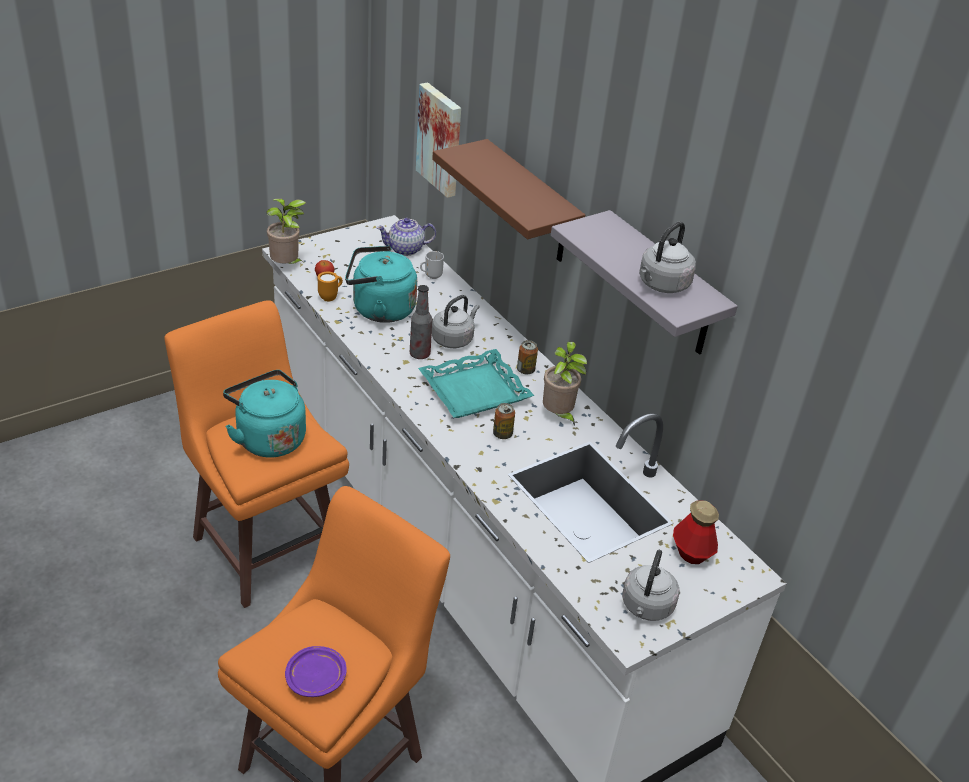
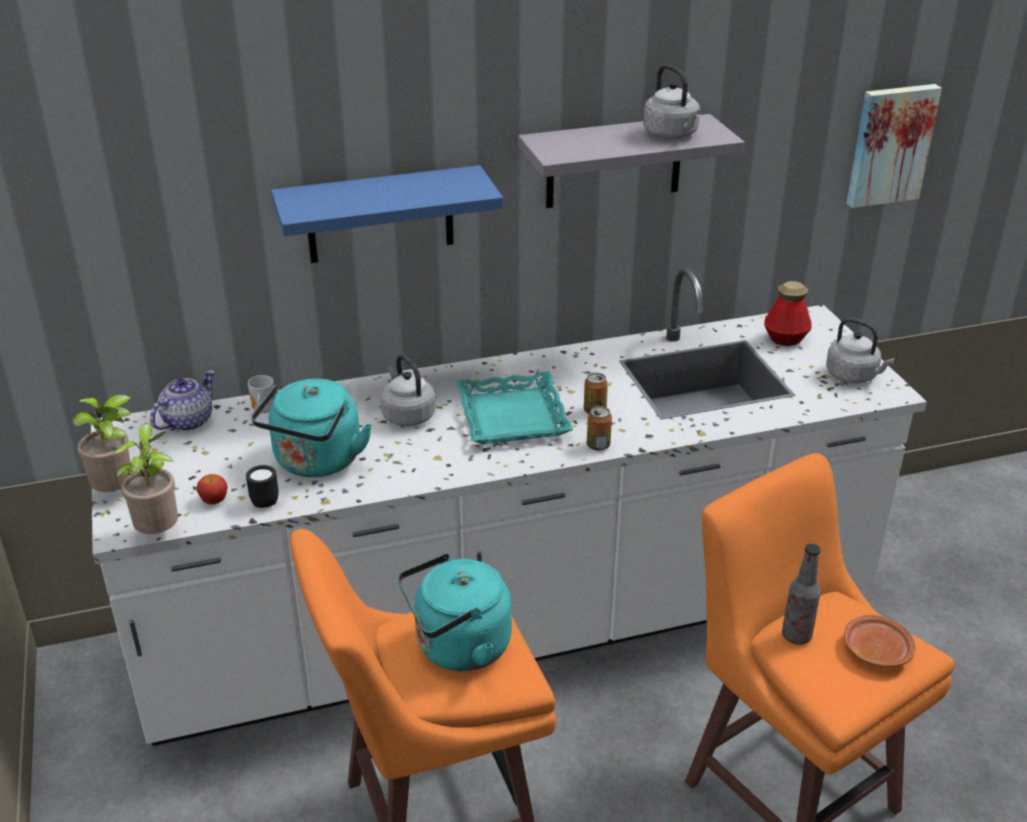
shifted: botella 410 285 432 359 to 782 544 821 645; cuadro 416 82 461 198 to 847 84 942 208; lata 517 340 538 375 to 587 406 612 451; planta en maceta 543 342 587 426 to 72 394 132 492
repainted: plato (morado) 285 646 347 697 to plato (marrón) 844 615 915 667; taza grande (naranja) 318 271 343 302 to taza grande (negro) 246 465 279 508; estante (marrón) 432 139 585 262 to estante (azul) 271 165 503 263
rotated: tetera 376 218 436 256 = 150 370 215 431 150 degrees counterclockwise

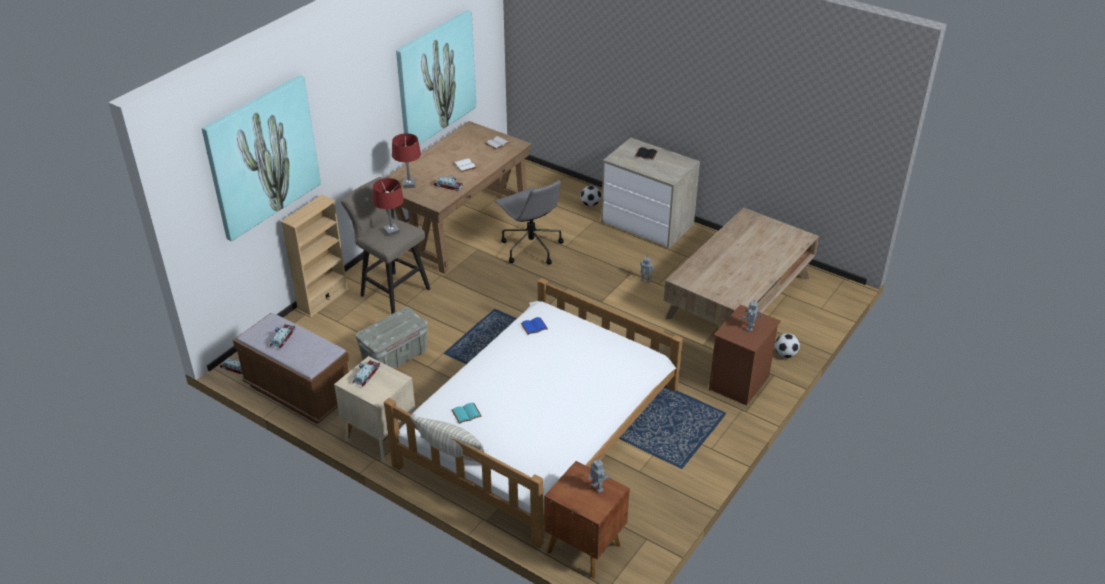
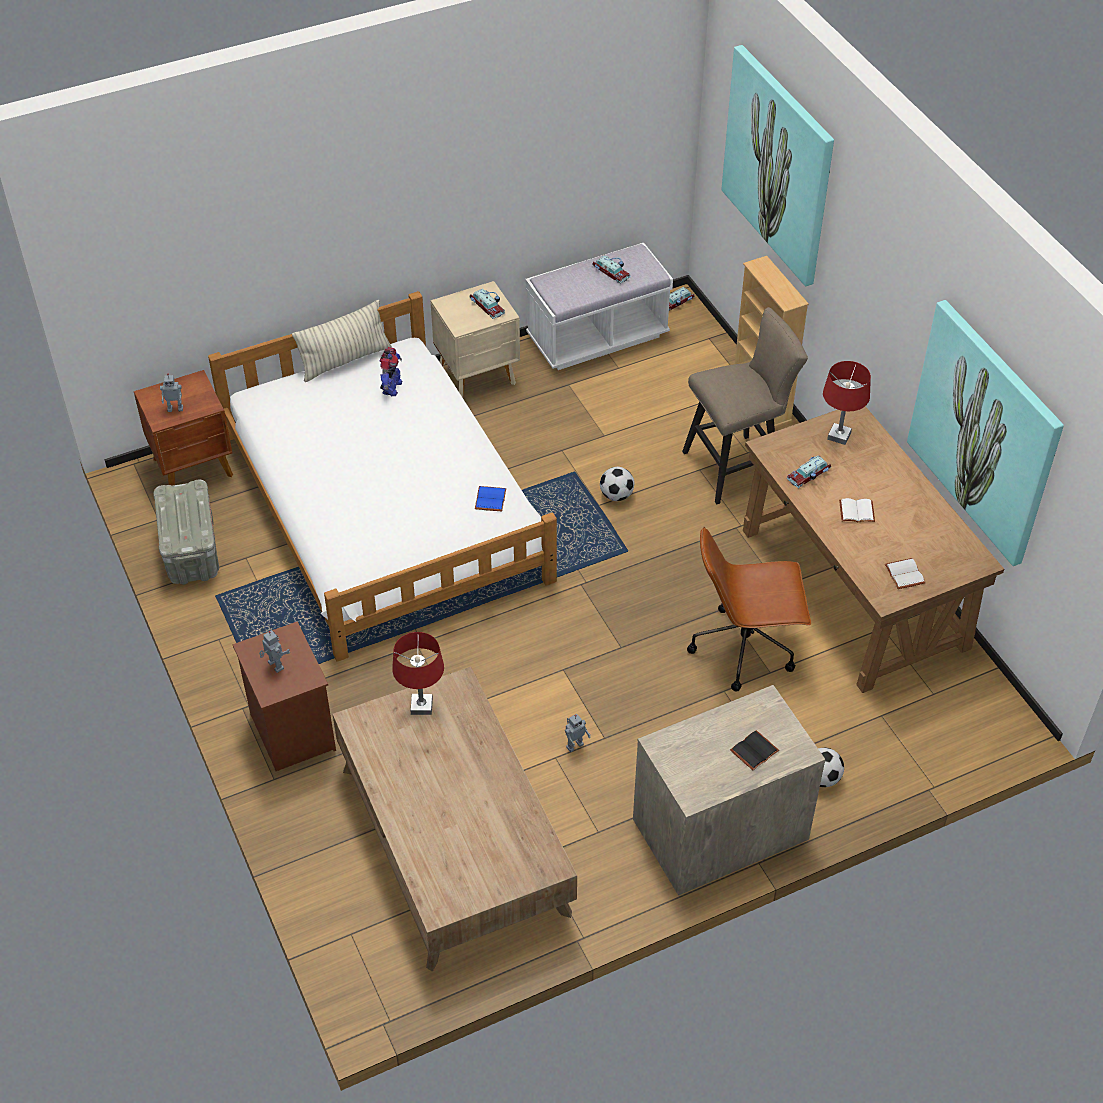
shifted: caja de almacenaje (gris) 356 307 428 368 to 153 480 219 585; lámpara de mesa (rojo) 373 178 404 236 to 392 632 444 715; balón de fútbol 775 333 800 358 to 600 467 634 501
swapped: libro (turquesa) 452 403 482 424 to robot de juguete 379 347 402 396
repainted: banco (marrón) 233 313 349 424 to banco (blanco) 525 243 673 370; silla de oficina (gris) 494 180 564 265 to silla de oficina (marrón) 687 527 811 691

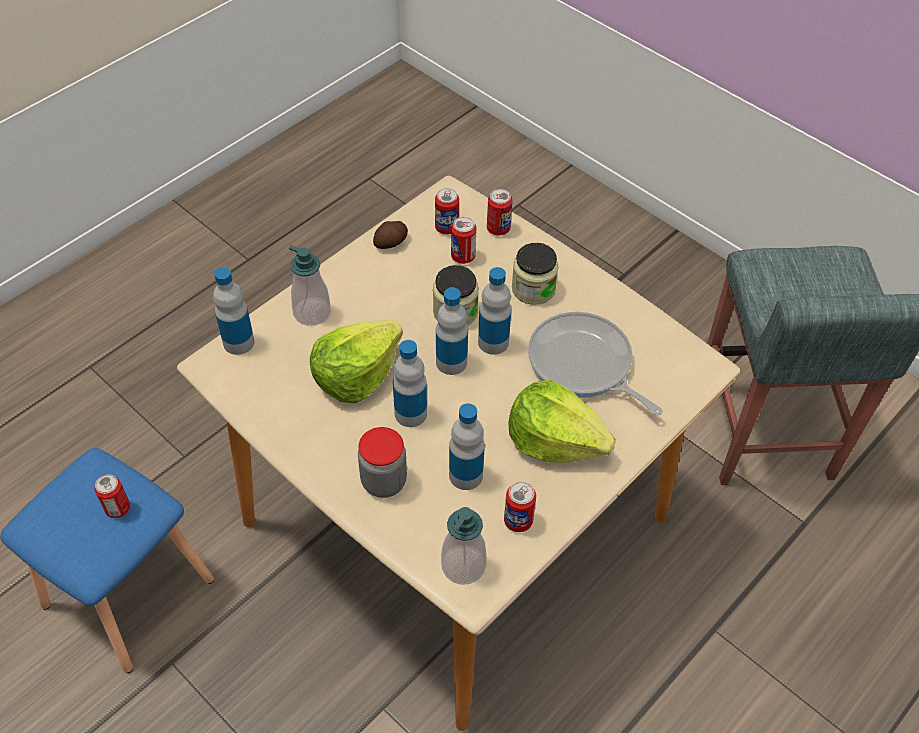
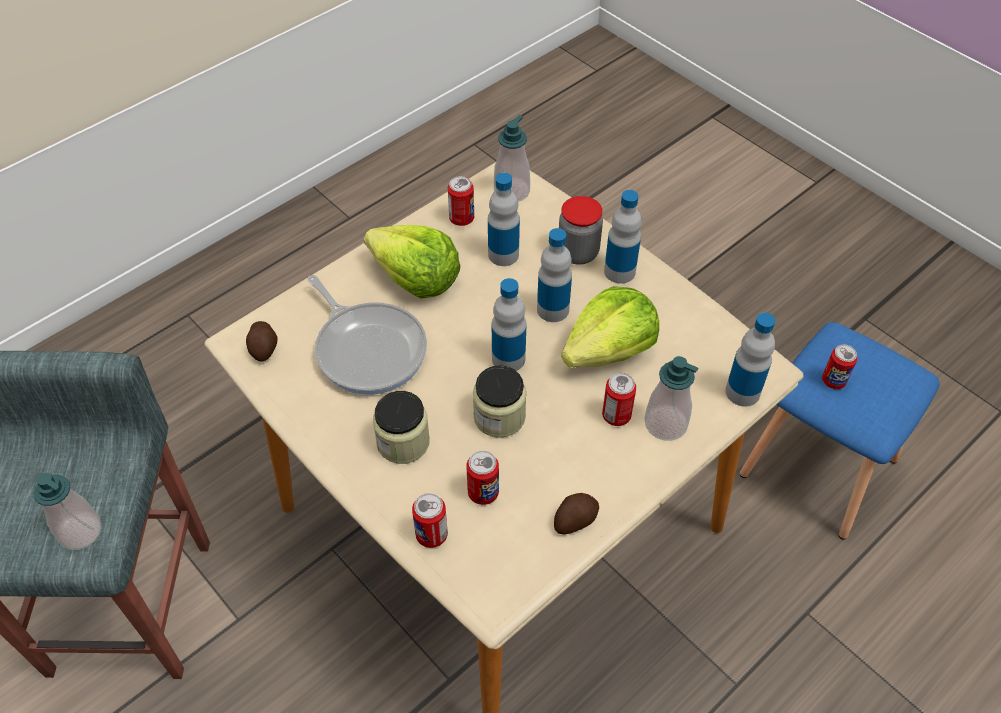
new: dispensador de jabón 34 473 102 550; patata 246 321 277 362
shifted: lata 435 188 459 235 to 602 373 636 426; botella 478 267 511 355 to 604 190 642 284

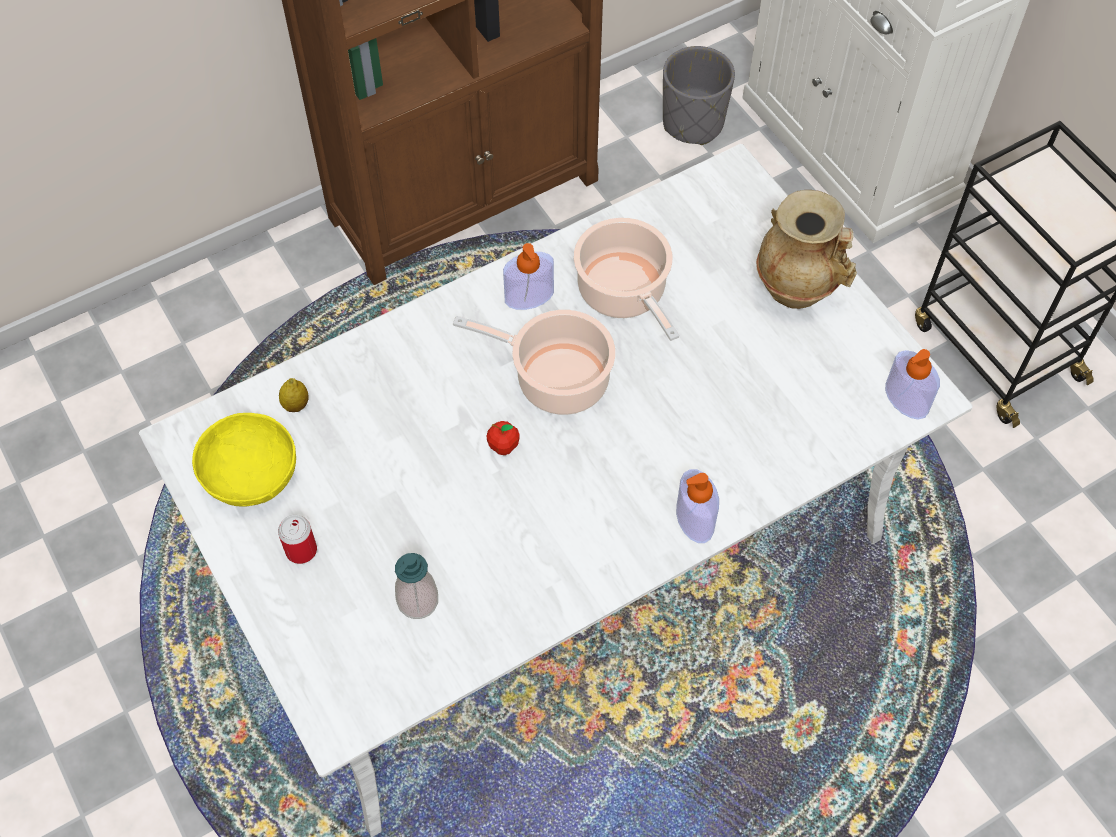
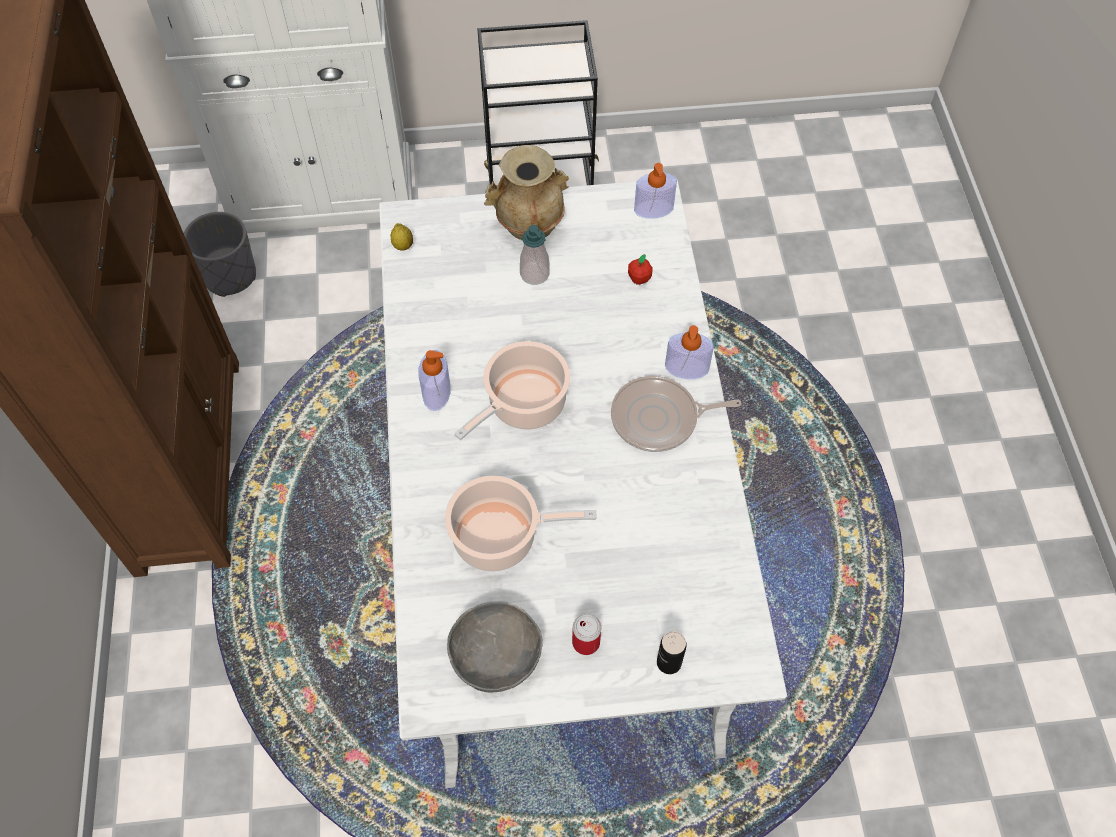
new: sartén 611 376 742 452; lata 657 631 687 674
shifted: limón 279 378 309 412 to 391 223 413 250; dispensador de jabón 395 553 438 619 to 520 225 550 285; manzana 486 421 520 455 to 628 254 653 285; olla 574 218 679 341 to 445 475 596 572
repainted: cuenco (amarillo) 192 413 296 507 to cuenco (gris) 447 601 543 693

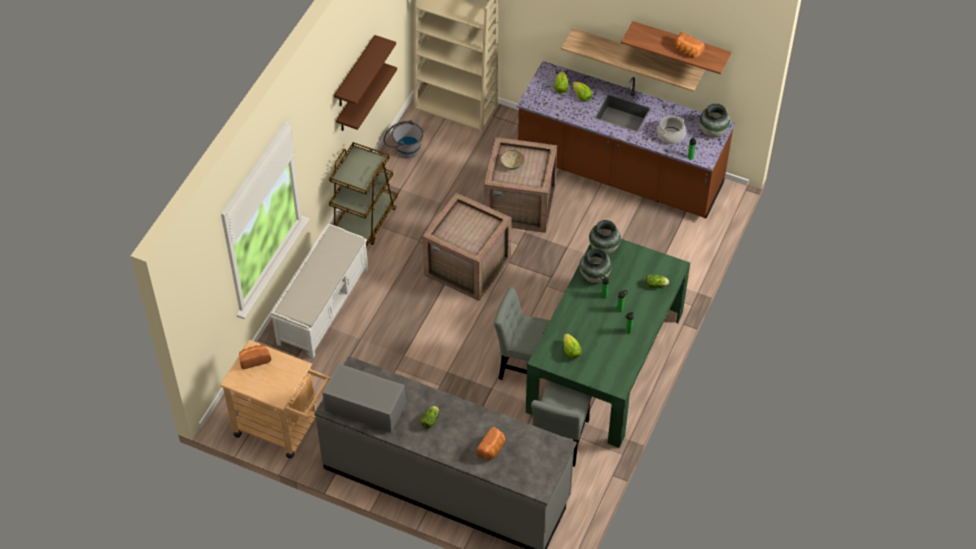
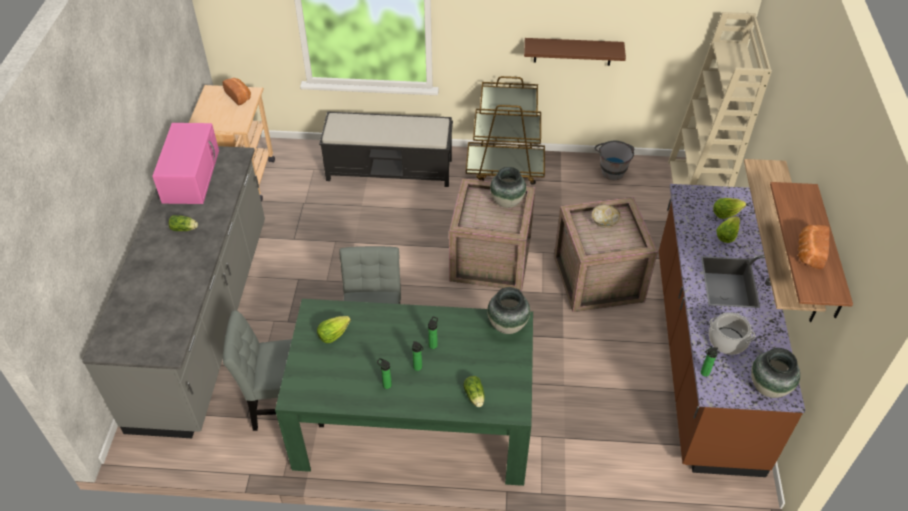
gone: estante (marrón) 334 35 396 106; pan 476 427 505 460
shifted: florero 579 248 612 283 to 490 167 526 208
repainted: banco (blanco) 270 224 368 358 to banco (negro) 319 111 453 187; microondas (gris) 322 364 406 433 to microondas (rosa) 152 123 219 204

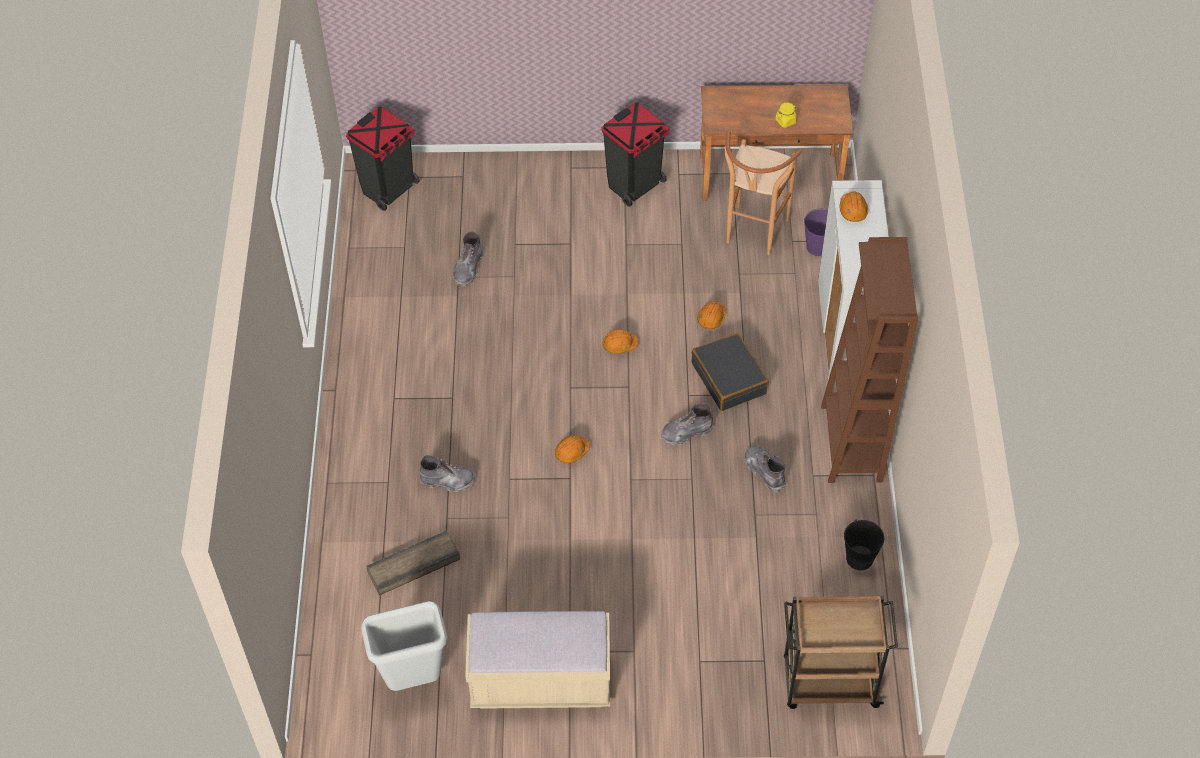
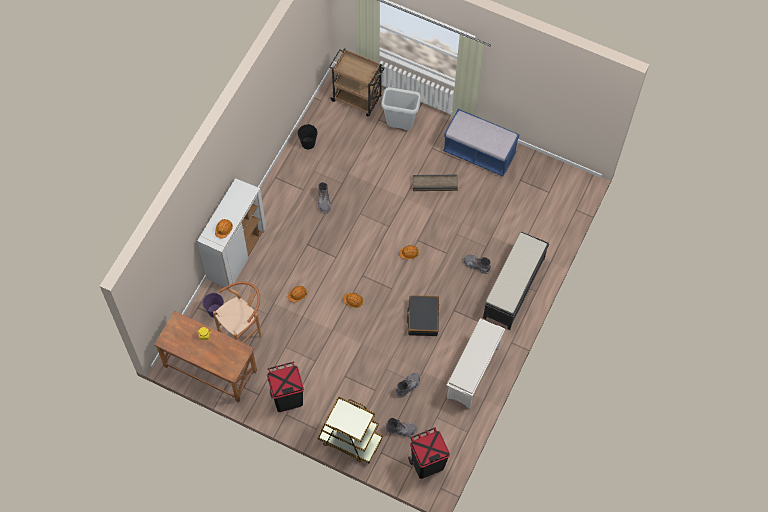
gone: estantería (marrón) 821 237 918 483
new: carrito (marrón) 318 396 383 464; zapatero (blanco) 446 318 505 409; banco (negro) 483 232 549 330
shifted: papelera (gris) 361 601 447 691 to 381 87 421 130; caja de embalaje 366 530 460 595 to 413 175 458 191; bota (gris) 661 403 714 445 to 386 418 417 437; maleta (negro) 692 332 769 411 to 407 295 439 336
repainted: banco (beis) 465 611 610 709 to banco (azul) 443 109 520 177

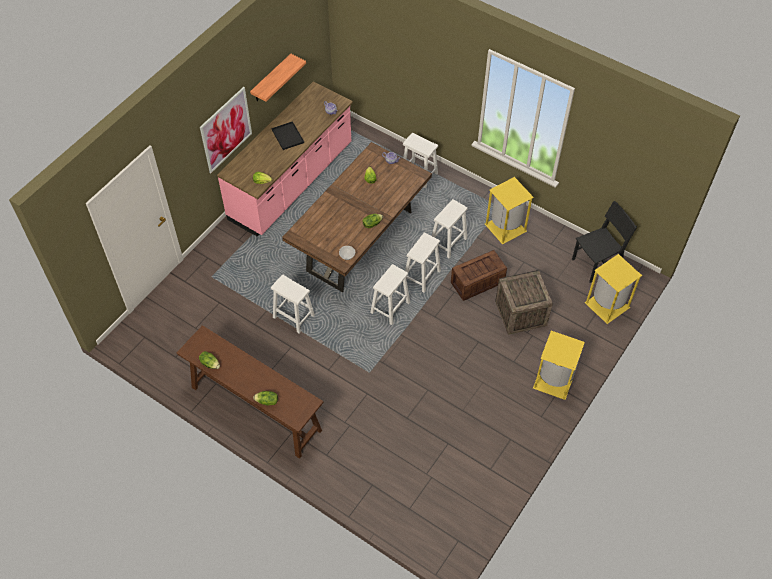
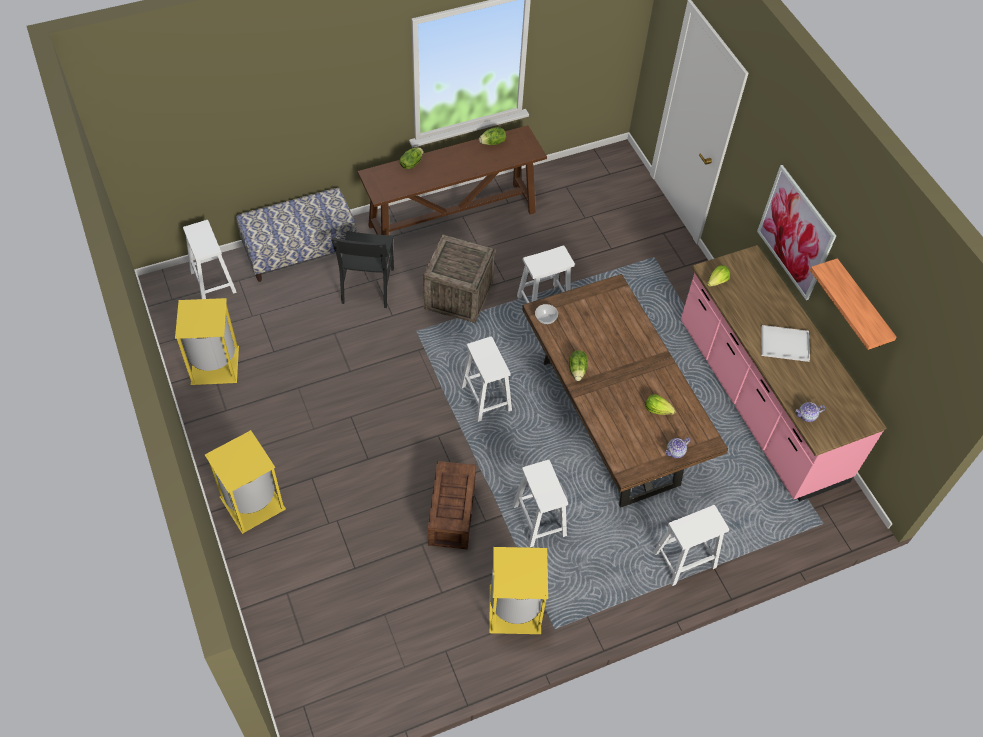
new: banco 236 188 356 282
shifted: taburete (blanco) 405 233 441 293 to 183 220 237 299; caja de embalaje 495 270 553 335 to 423 234 495 323; silla (negro) 572 201 637 283 to 331 231 394 308; papelera (amarillo) 585 254 642 324 to 175 298 239 385
repainted: bandeja (negro) 272 121 304 150 to bandeja (blanco) 761 325 810 362

